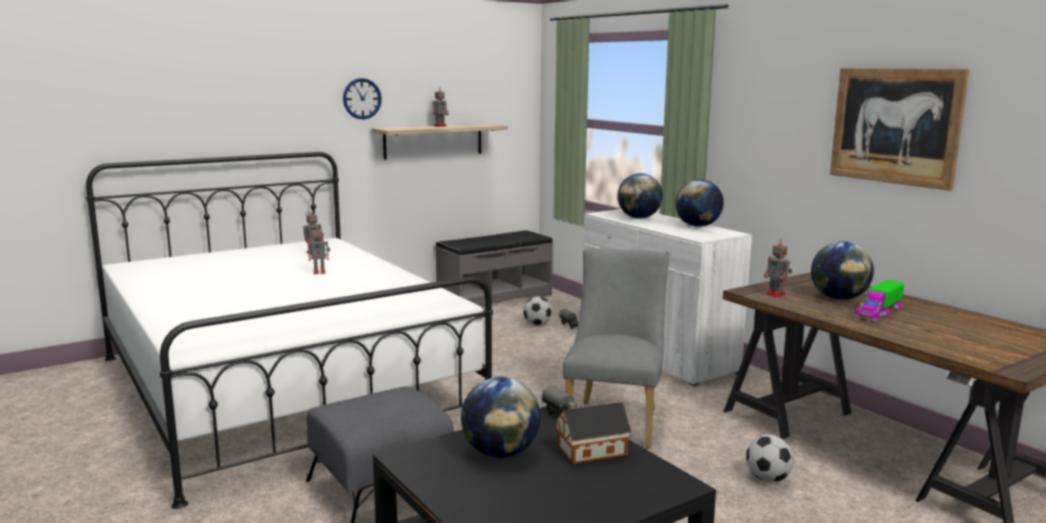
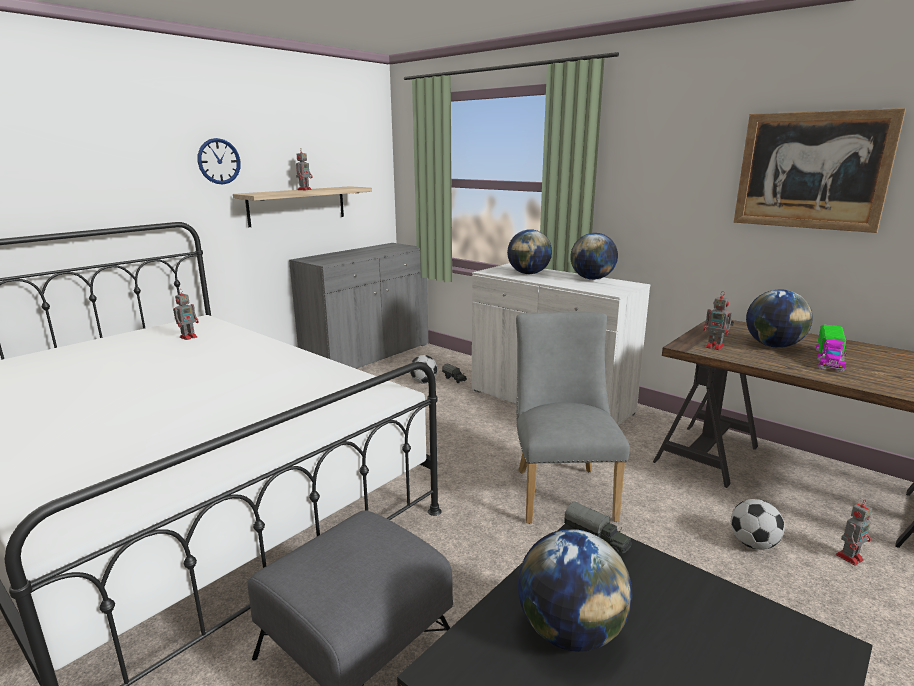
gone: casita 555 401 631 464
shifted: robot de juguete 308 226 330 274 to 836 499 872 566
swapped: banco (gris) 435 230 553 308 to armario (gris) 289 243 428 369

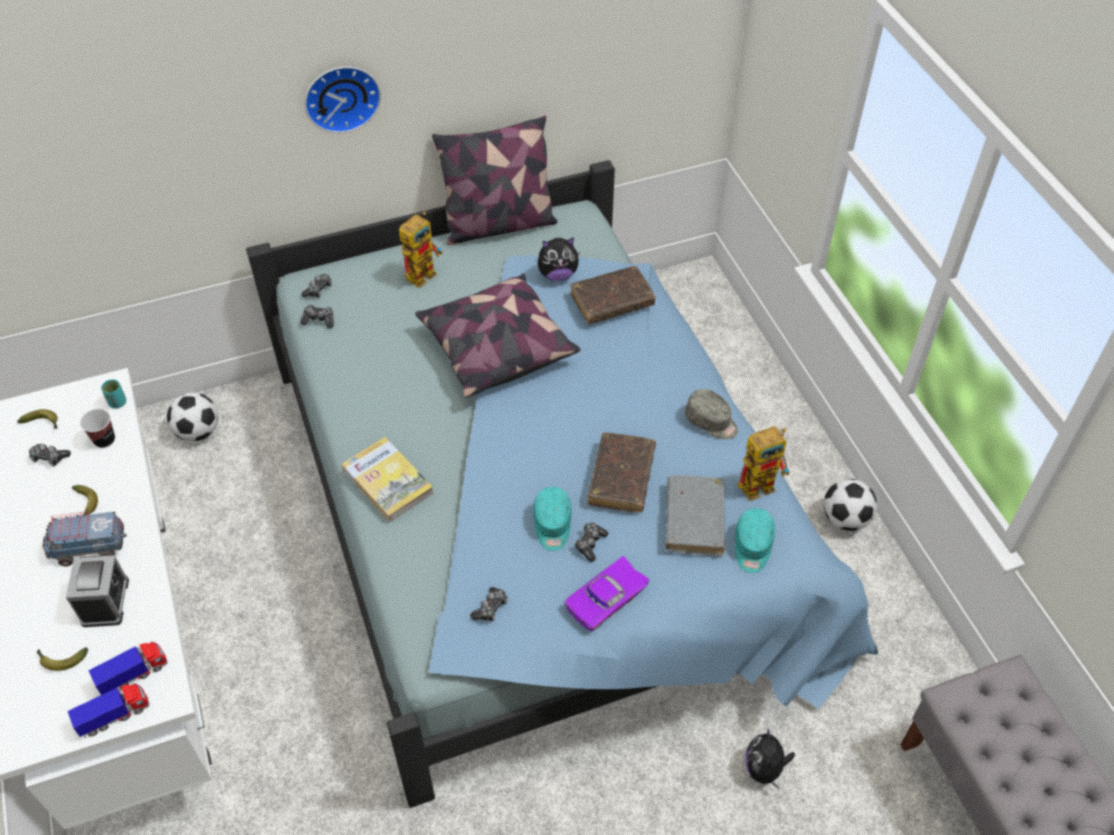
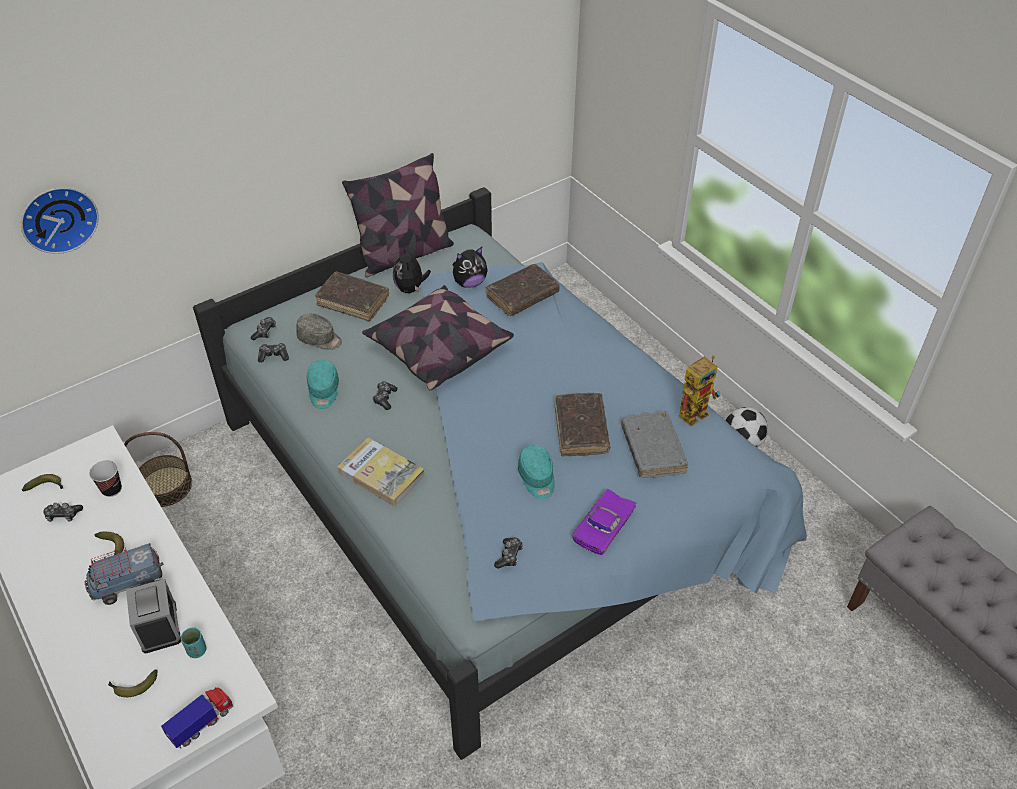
gone: camión de juguete 88 642 168 695
shifted: taza (turquesa) 101 379 126 409 to 181 627 206 658; reloj de pared 305 67 381 133 to 21 187 99 254; mando de consola 575 523 608 562 to 372 381 398 410; gorra (gris) 685 389 738 439 to 296 313 342 350; gorra (turquesa) 735 508 775 573 to 307 360 339 409; peluche 745 729 795 789 to 393 246 431 293
swapped: balón de fútbol 167 392 218 441 to cesta 124 432 192 507; robot de juguete 399 212 443 288 to libro (marrón) 315 271 389 321

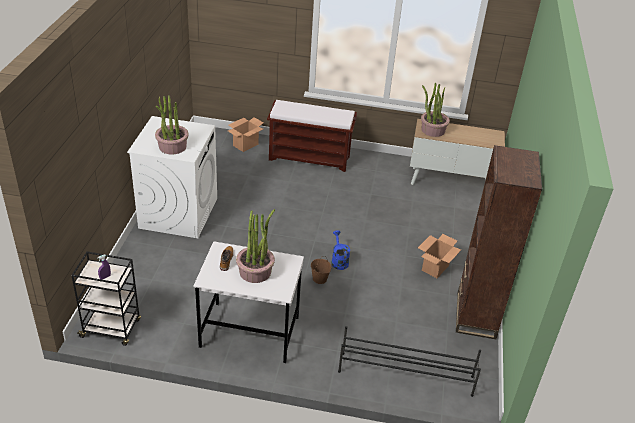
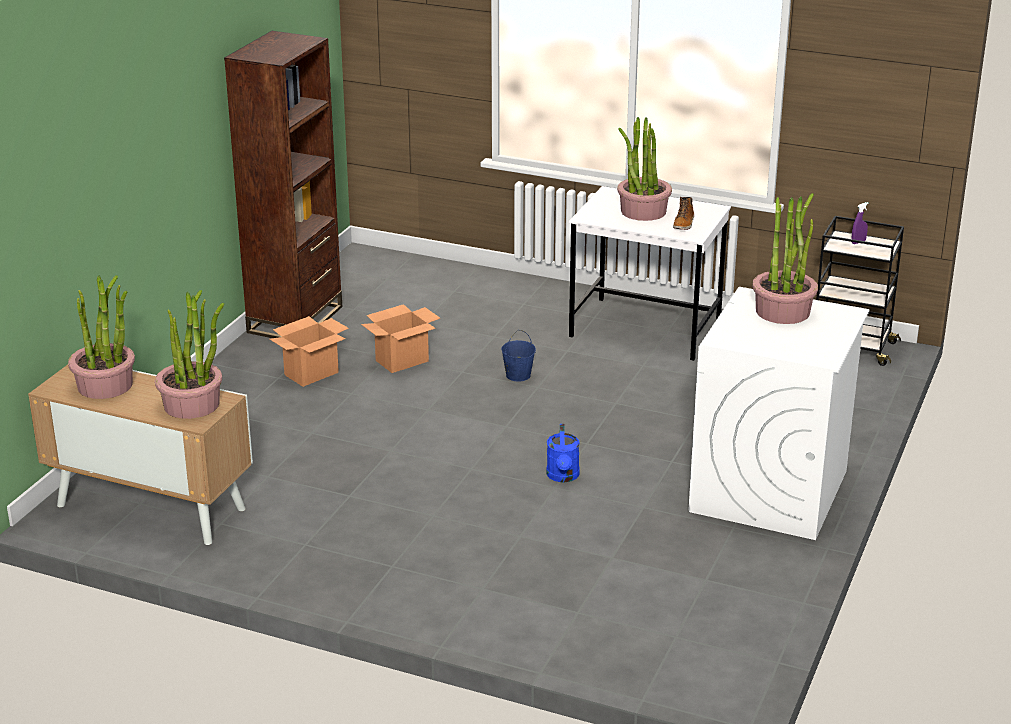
gone: banco (marrón) 267 100 357 172; zapatero (negro) 338 326 481 397
new: planta en maceta 68 275 135 399
shifted: caja de cartón 228 117 263 152 to 361 304 440 373; regadera (azul) 332 230 350 270 to 547 424 580 482
repainted: cubo (marrón) 311 256 331 284 to cubo (azul) 501 330 536 382

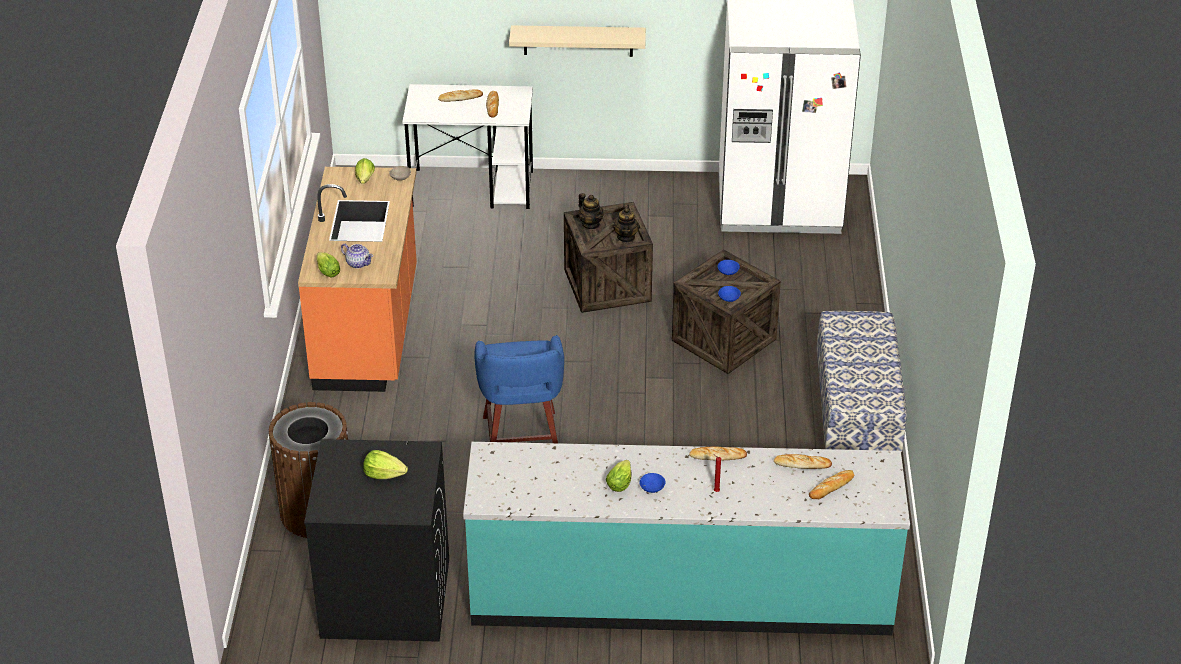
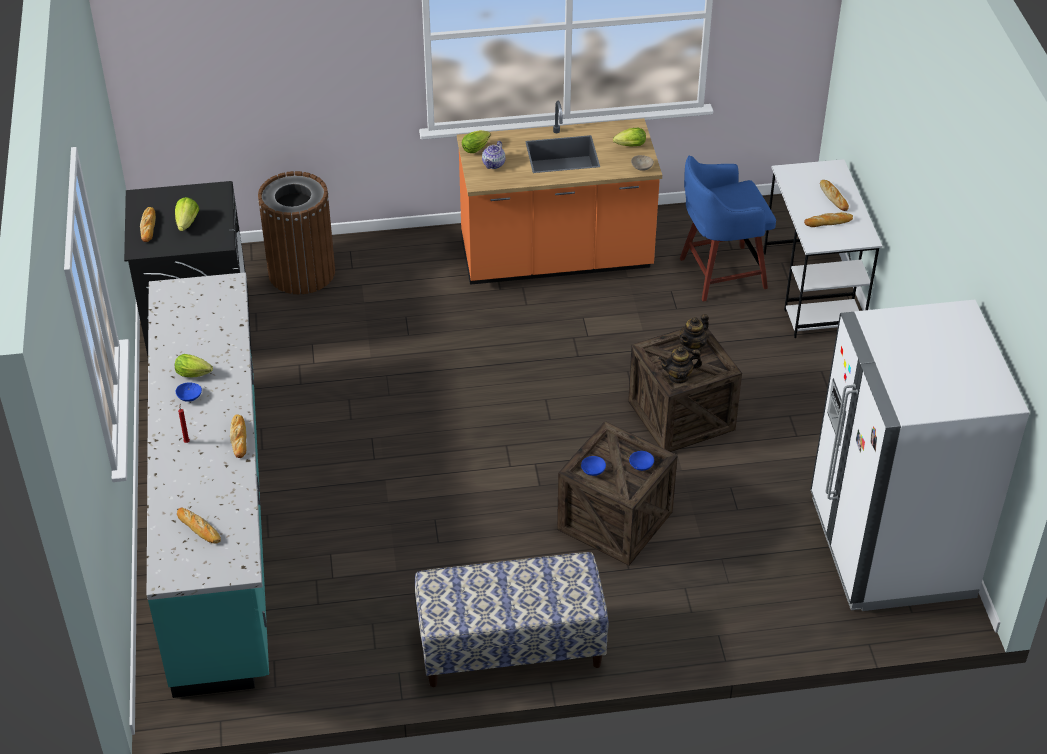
gone: estante (beis) 509 25 646 57
shifted: taburete (azul) 475 335 564 443 to 680 156 776 302; pan 774 454 832 469 to 140 207 156 242

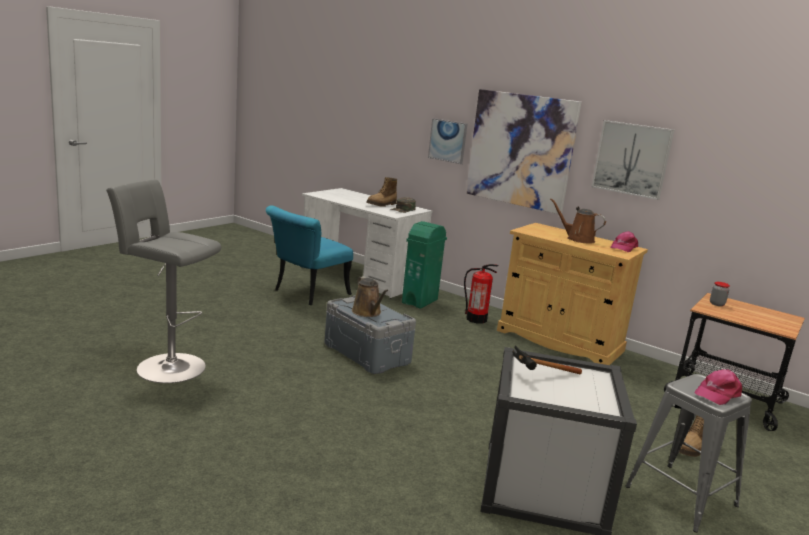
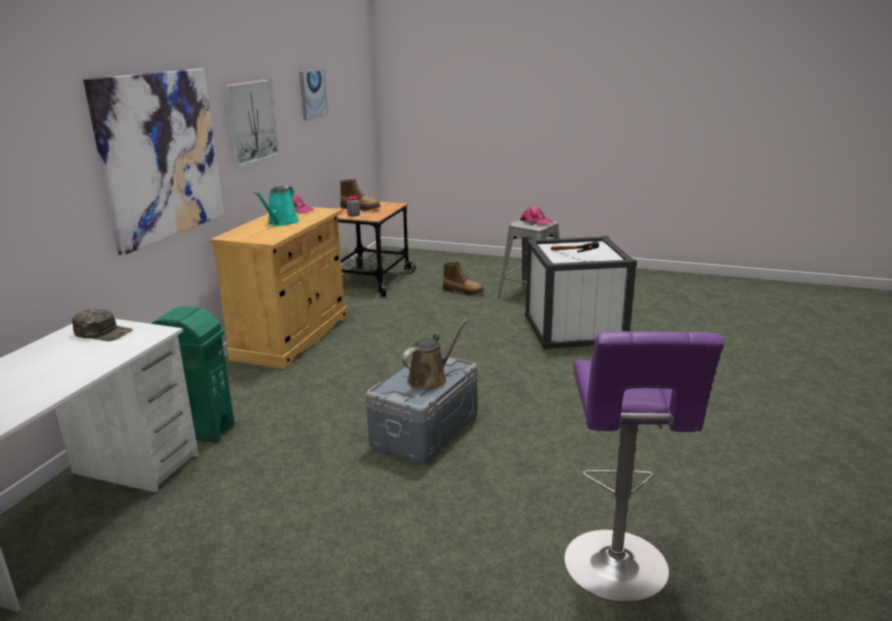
gone: silla (turquesa) 266 206 353 305; extintor 464 264 499 324
shifted: bota 366 177 397 207 to 340 179 381 211; cuadro 428 118 467 164 to 299 69 328 120
repainted: taburete (gris) 106 179 221 383 to taburete (morado) 564 331 724 602; regadera (marrón) 550 198 606 244 to regadera (turquesa) 254 186 299 226

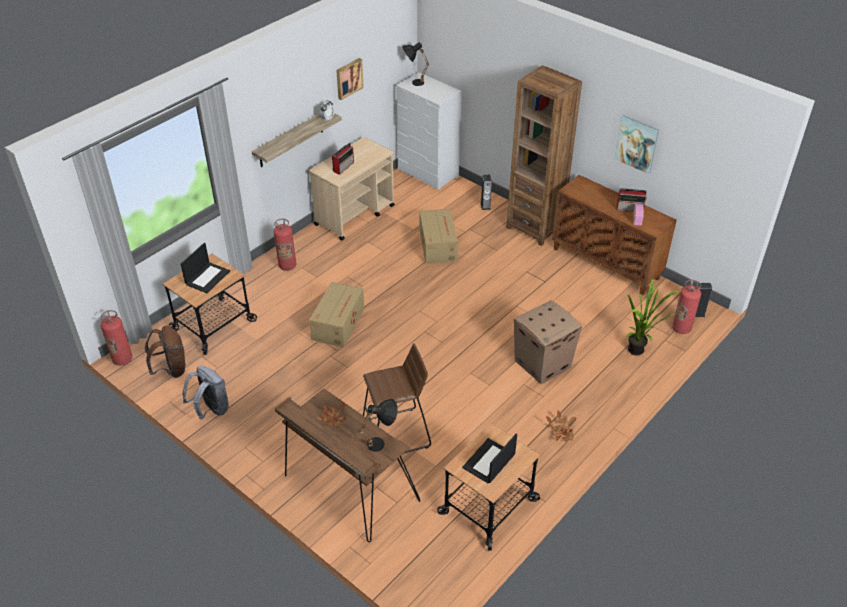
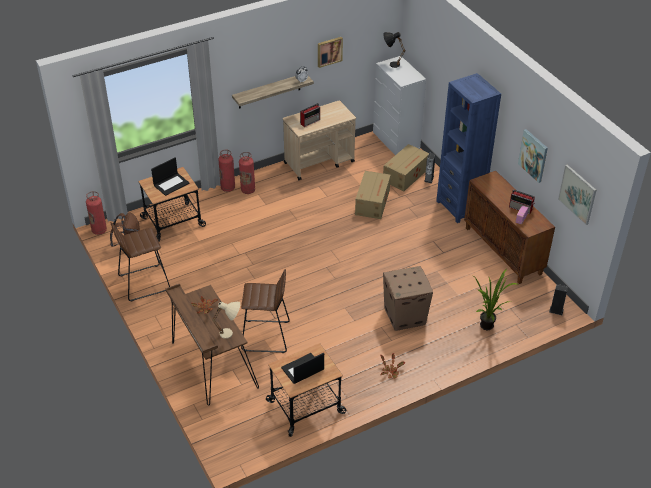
new: cuadro 558 165 596 225
shifted: caja de cartón 309 282 364 348 to 383 144 429 191; extintor 672 280 701 334 to 219 150 235 192
swapped: mochila (gris) 183 366 229 420 to taburete (marrón) 111 222 170 302
repainted: lámpara de mesa (negro) 359 399 398 452 to lámpara de mesa (beis) 212 301 240 339; estantería (marrón) 506 65 582 246 to estantería (azul) 436 73 501 223

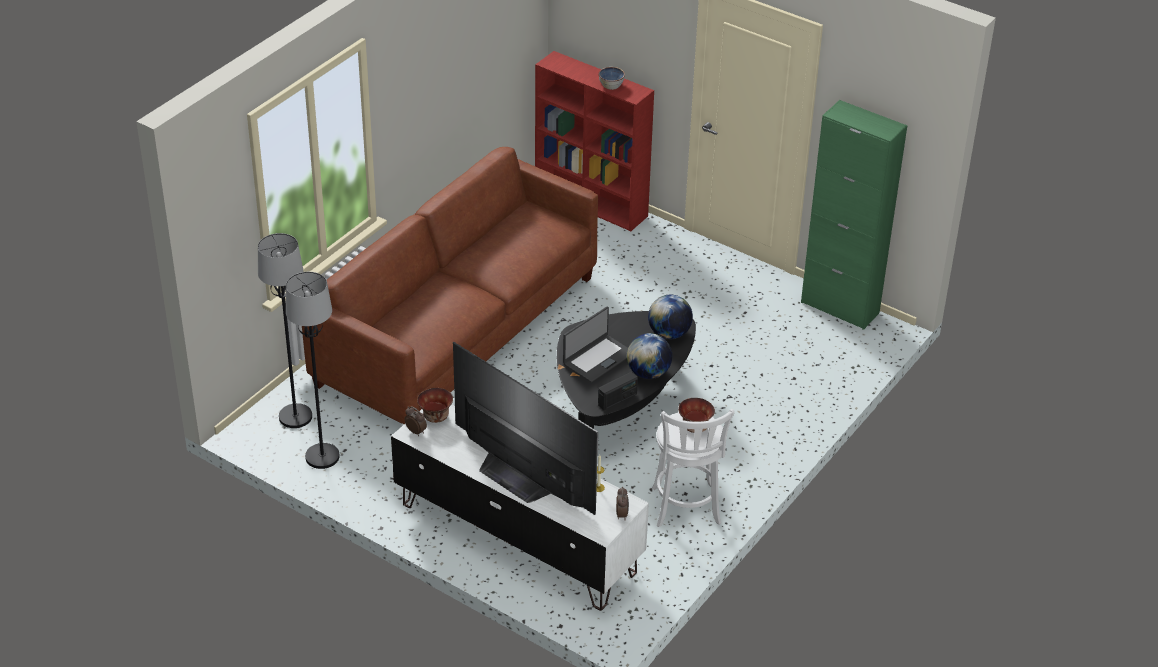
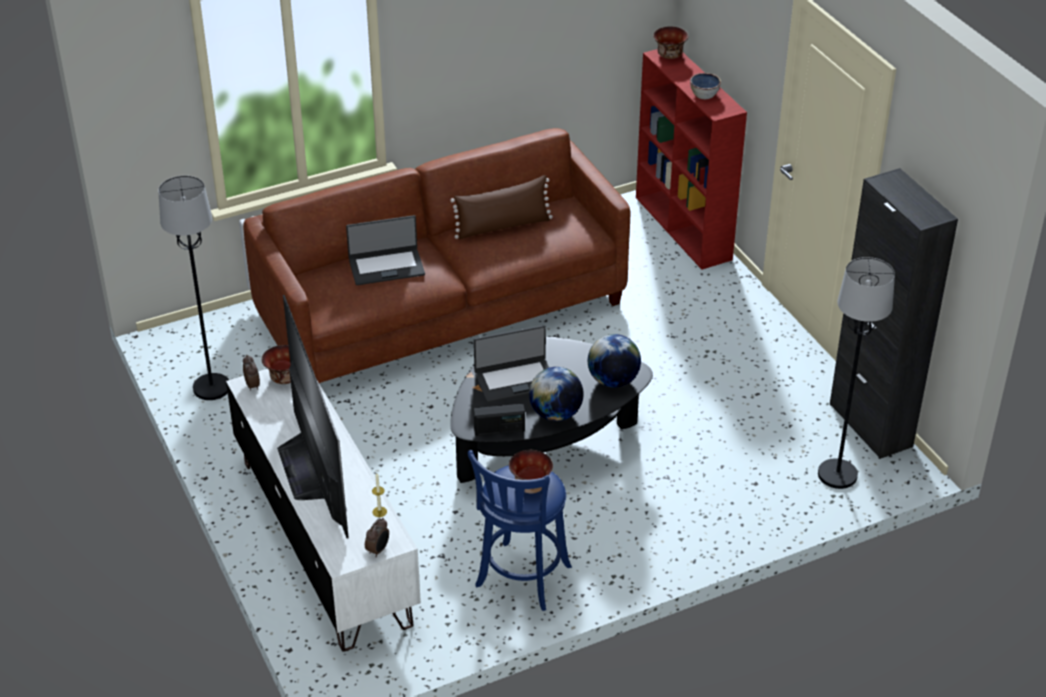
new: portátil 346 215 425 285; cojín (marrón) 450 175 553 239; cuenco 653 27 688 59
shifted: lámpara de pie (negro) 258 233 312 428 to 818 257 895 489
repainted: taburete (blanco) 652 409 735 527 to taburete (azul) 467 450 572 611; armario (verde) 801 100 907 330 to armario (negro) 830 168 958 459

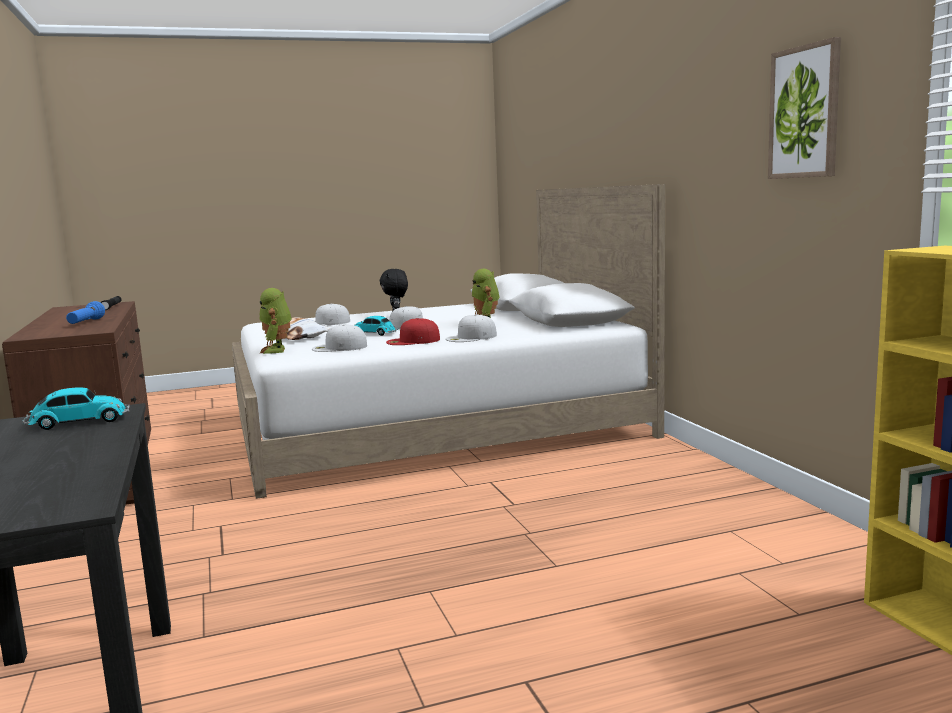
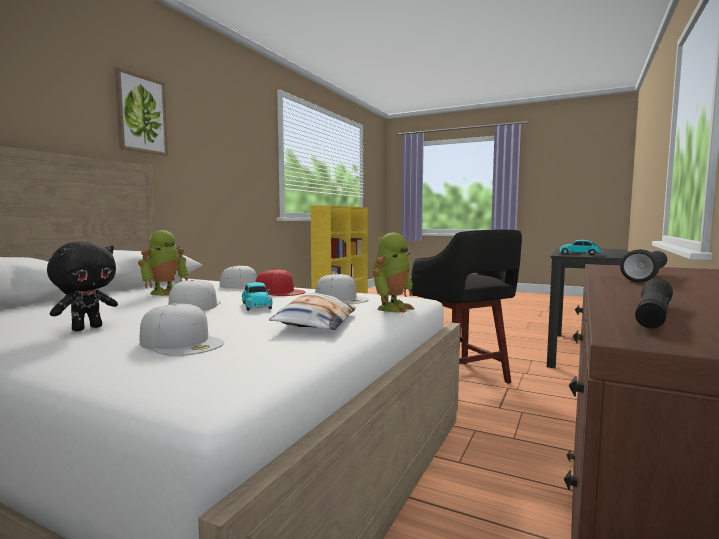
new: taburete (negro) 411 230 522 384
shifted: cuadro 768 37 841 179 to 115 67 168 156
repainted: linterna (azul) 66 301 105 324 to linterna (negro) 620 249 667 282

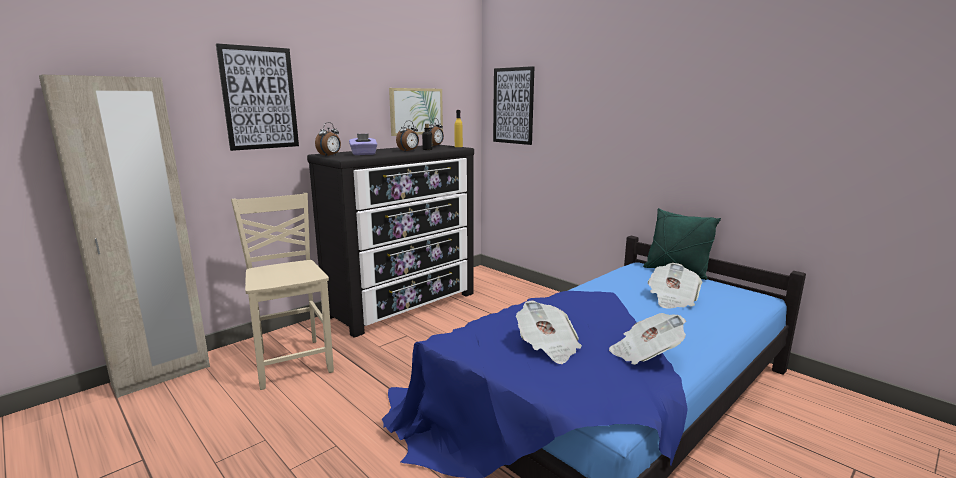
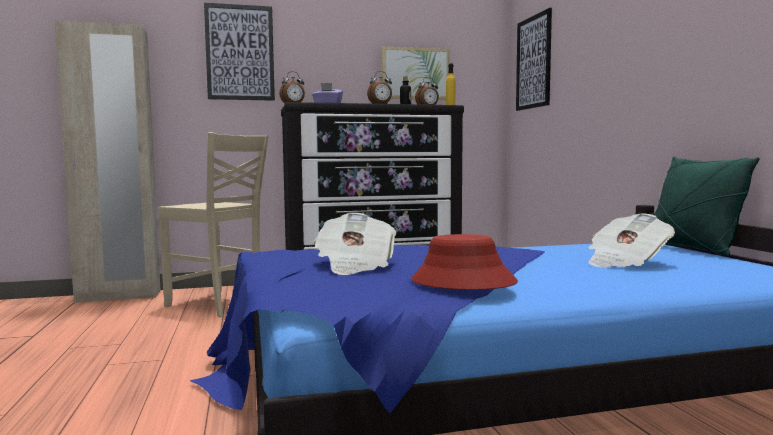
swapped: periódico 609 313 686 365 to sombrero (rojo) 411 234 518 290
rotated: silla (beis) 231 193 334 390 = 158 132 269 317 120 degrees clockwise

